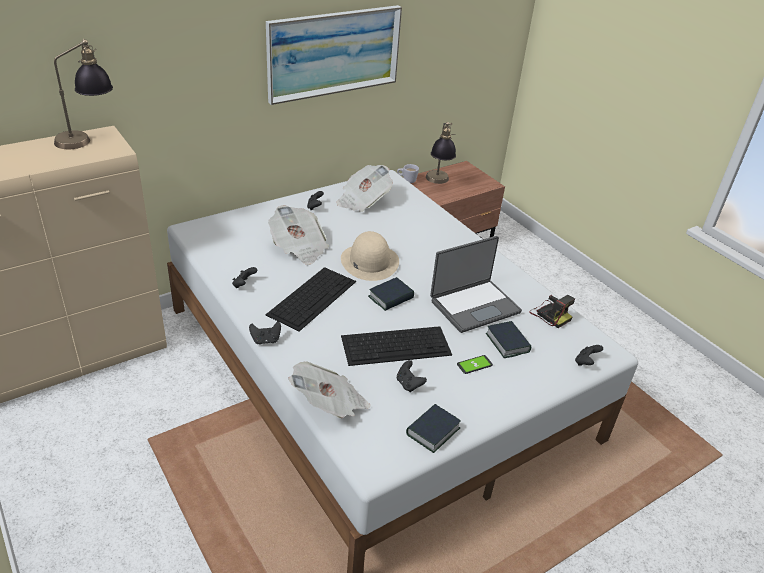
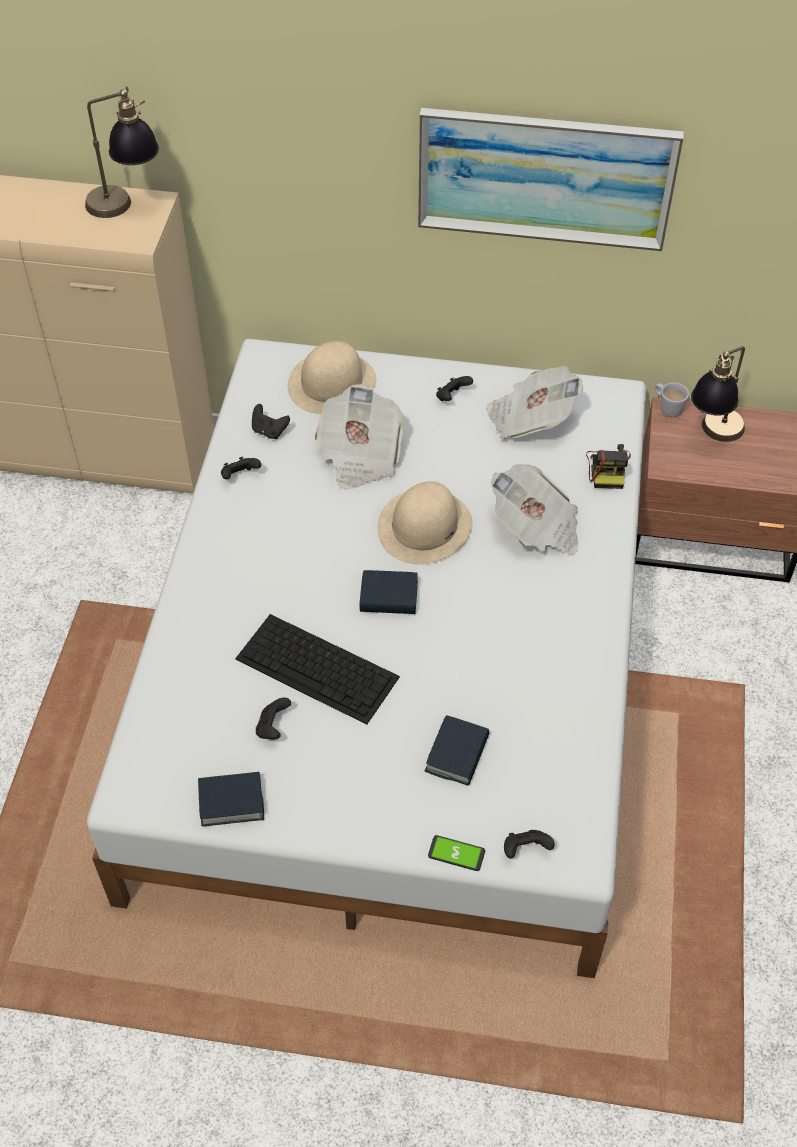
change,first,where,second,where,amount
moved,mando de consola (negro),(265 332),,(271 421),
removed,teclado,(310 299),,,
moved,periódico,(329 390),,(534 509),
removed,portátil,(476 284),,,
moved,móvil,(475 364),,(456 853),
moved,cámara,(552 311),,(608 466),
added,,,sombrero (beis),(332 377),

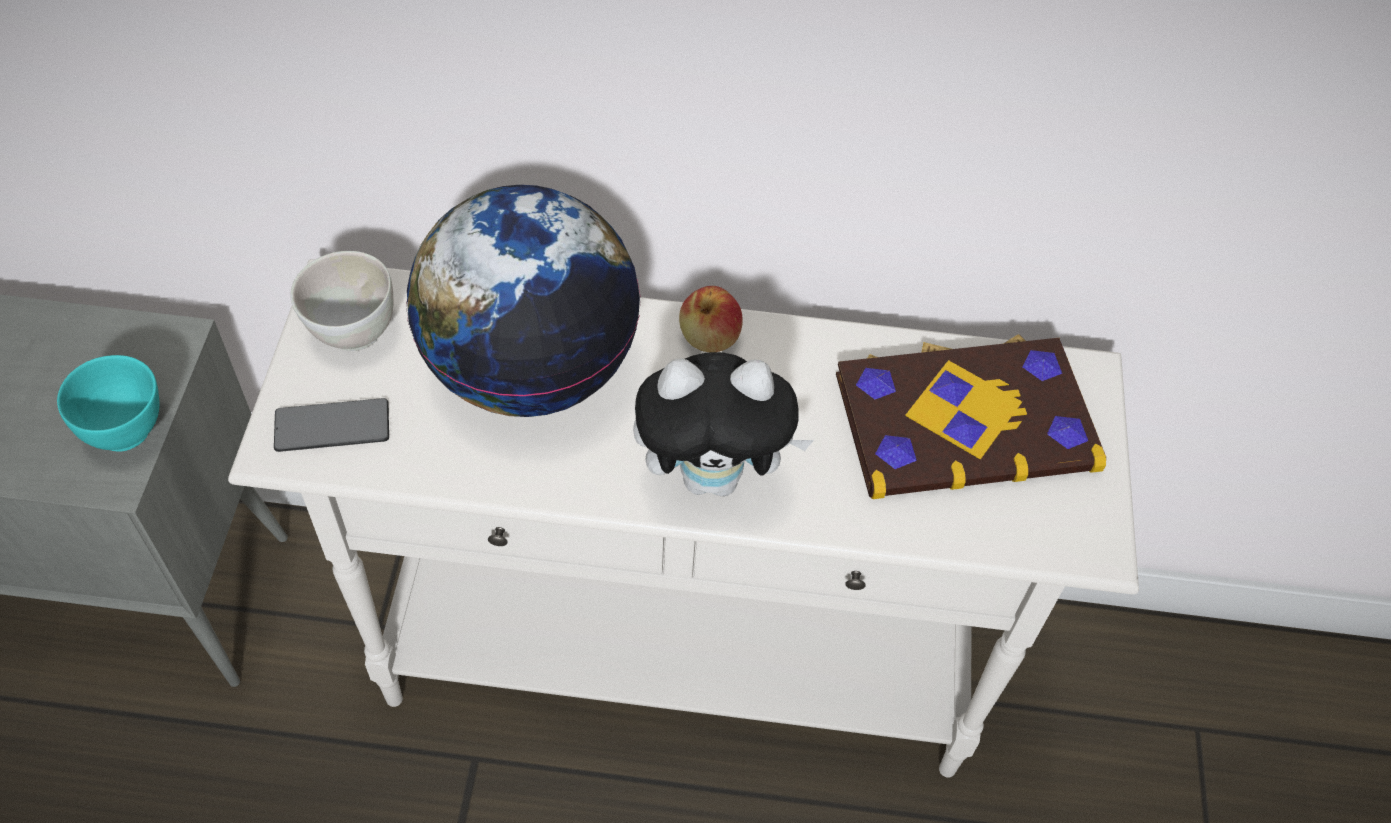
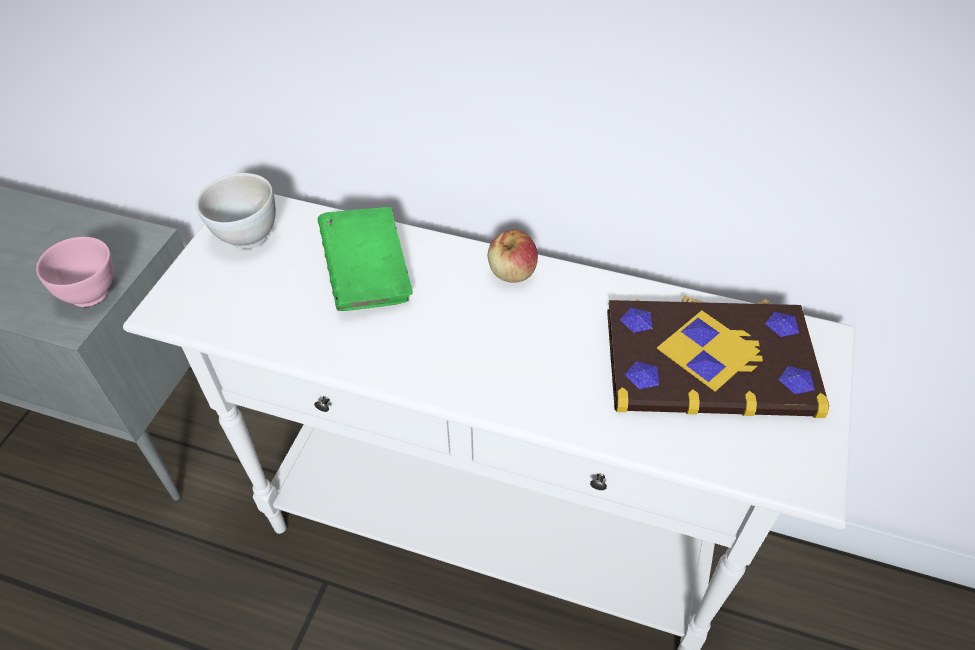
change,first,where,second,where,amount
recoloured,cuenco (turquesa),(108 403),cuenco (rosa),(75 272),
removed,móvil,(331 425),,,
replaced,globo terráqueo,(523 301),libro (verde),(365 259),
removed,peluche,(723 424),,,

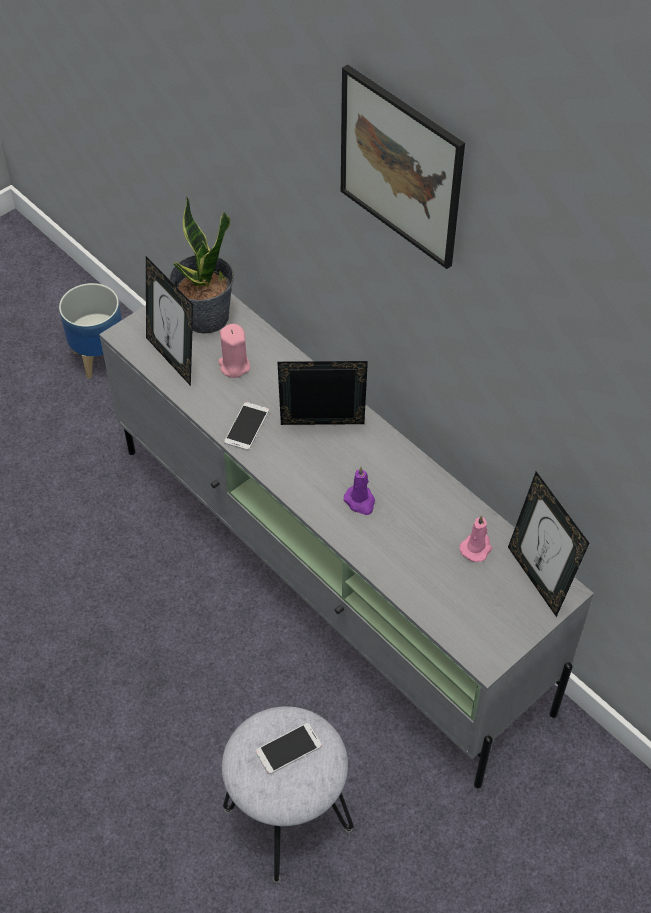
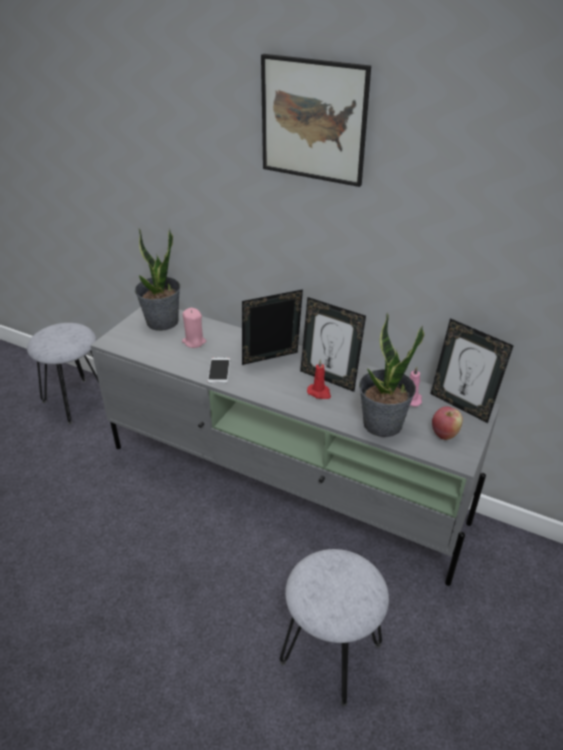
change,first,where,second,where,amount
replaced,maceta,(90 331),taburete (gris),(63 374),
moved,portarretratos,(169 321),,(333 344),
removed,móvil,(289 748),,,
recoloured,vela (morado),(359 491),vela (rojo),(319 379),
added,,,planta en maceta,(392 375),
added,,,manzana,(447 423),

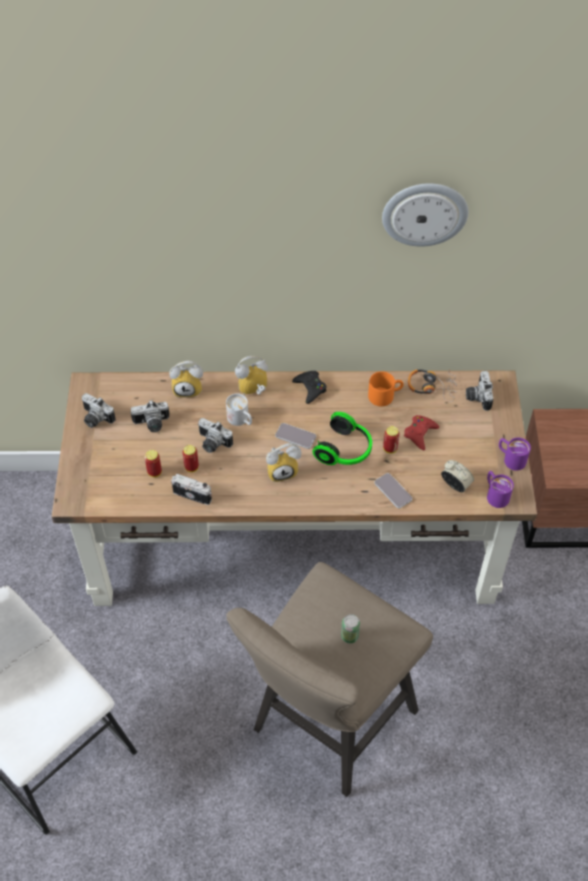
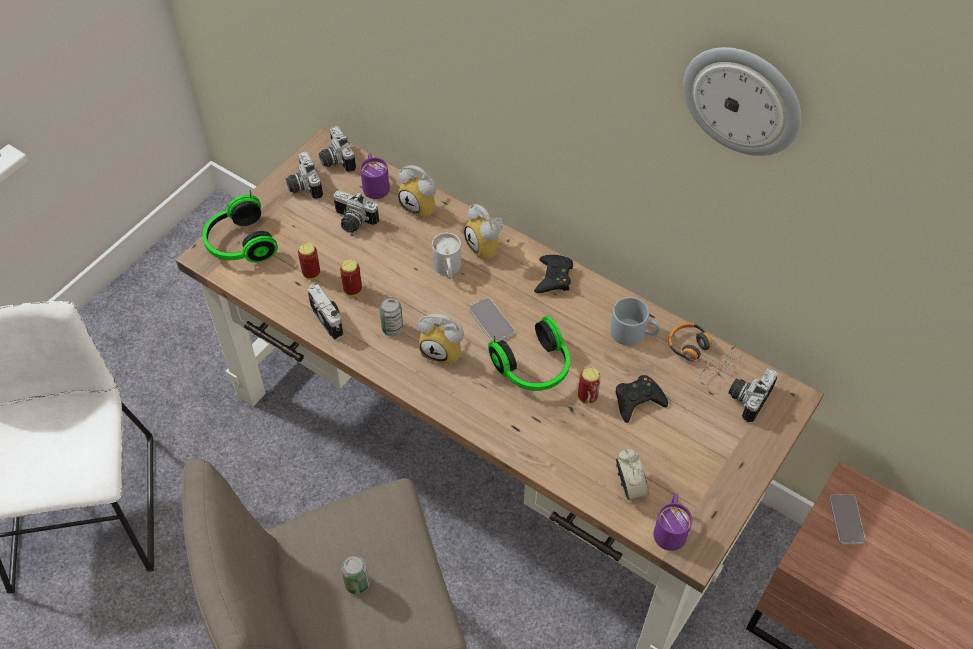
change,first,where,second,where,amount
moved,cámara,(215 435),,(337 149),
turned,despertador,(251 376),,(484 232),135 degrees counterclockwise
recoloured,taza grande (naranja),(386 388),taza grande (gris),(635 321),
moved,móvil,(393 490),,(847 519),
recoloured,mando de consola (rojo),(421 432),mando de consola (negro),(642 399),
moved,taza grande (morado),(515 454),,(375 176),
added,,,auriculares,(240 226),
added,,,lata,(391 316),

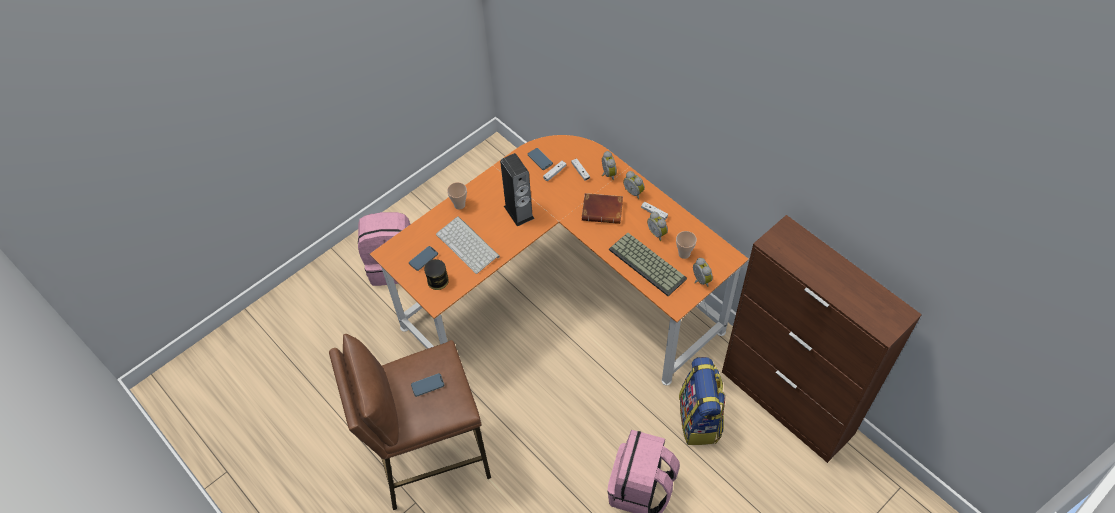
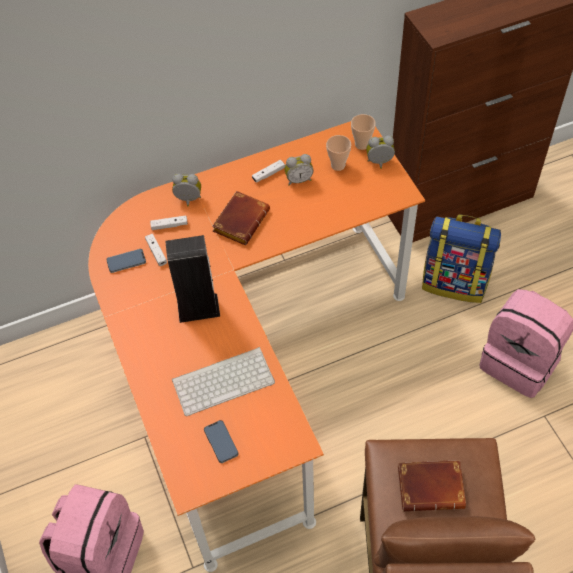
change,first,where,second,where,amount
replaced,móvil,(427 385),libro (marrón),(432 485),
removed,lata,(436 274),,,
moved,taza,(457 196),,(363 132),
removed,teclado,(648 264),,,
removed,despertador,(634 185),,,

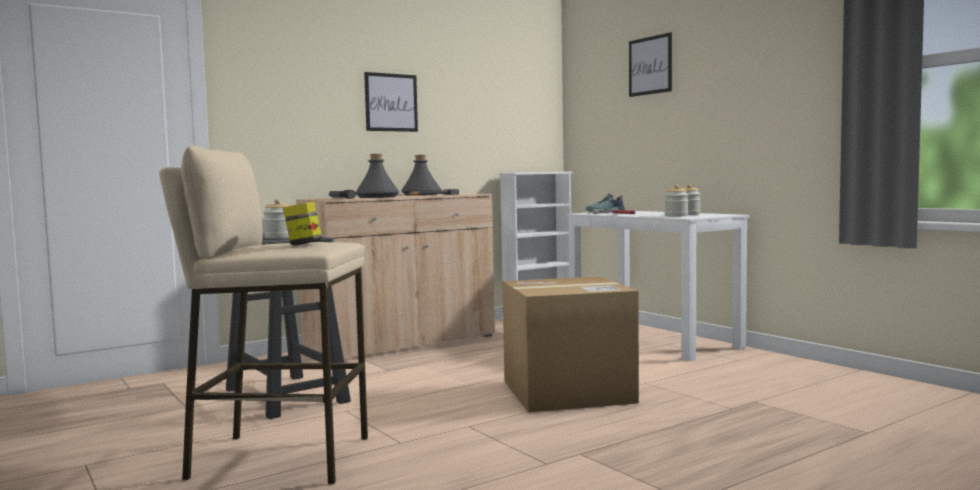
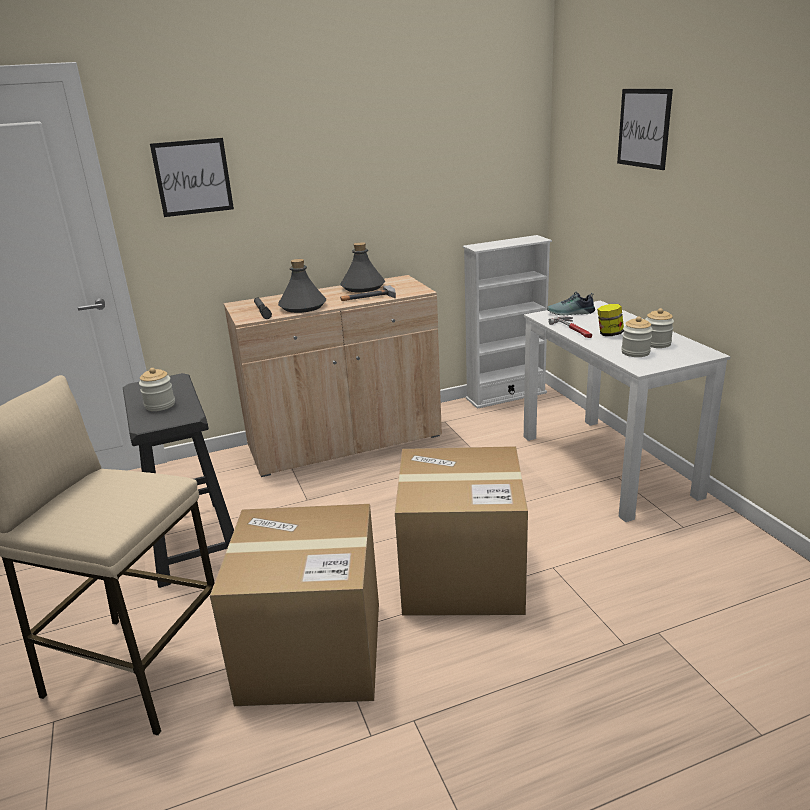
change,first,where,second,where,amount
moved,tarro,(302 223),,(610 320),
moved,cuadro,(391 102),,(192 177),
added,,,caja de cartón,(294 605),

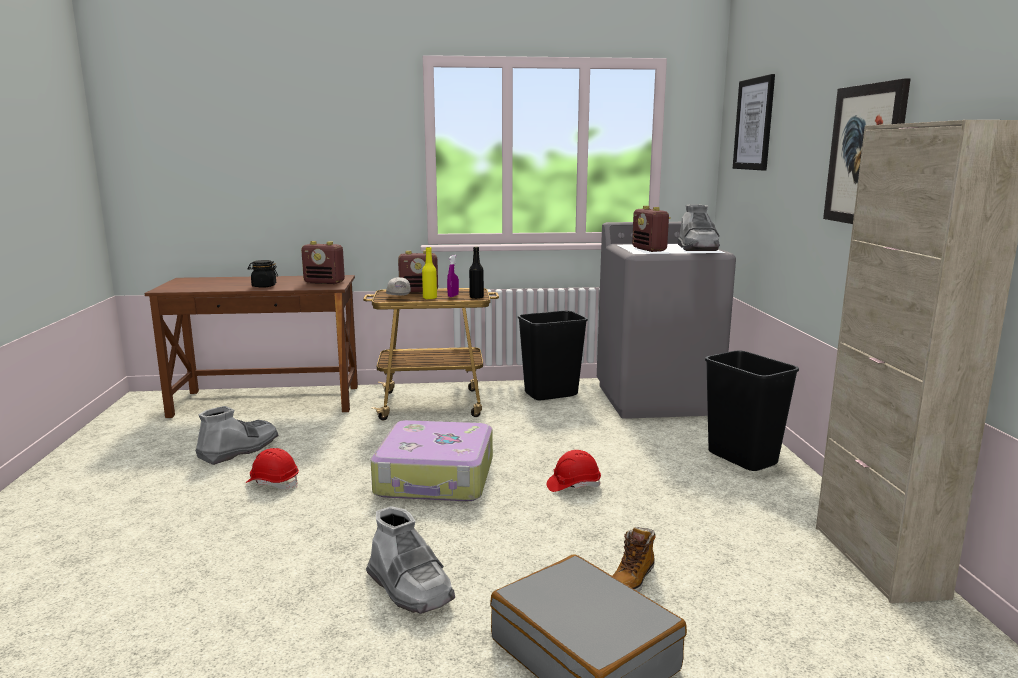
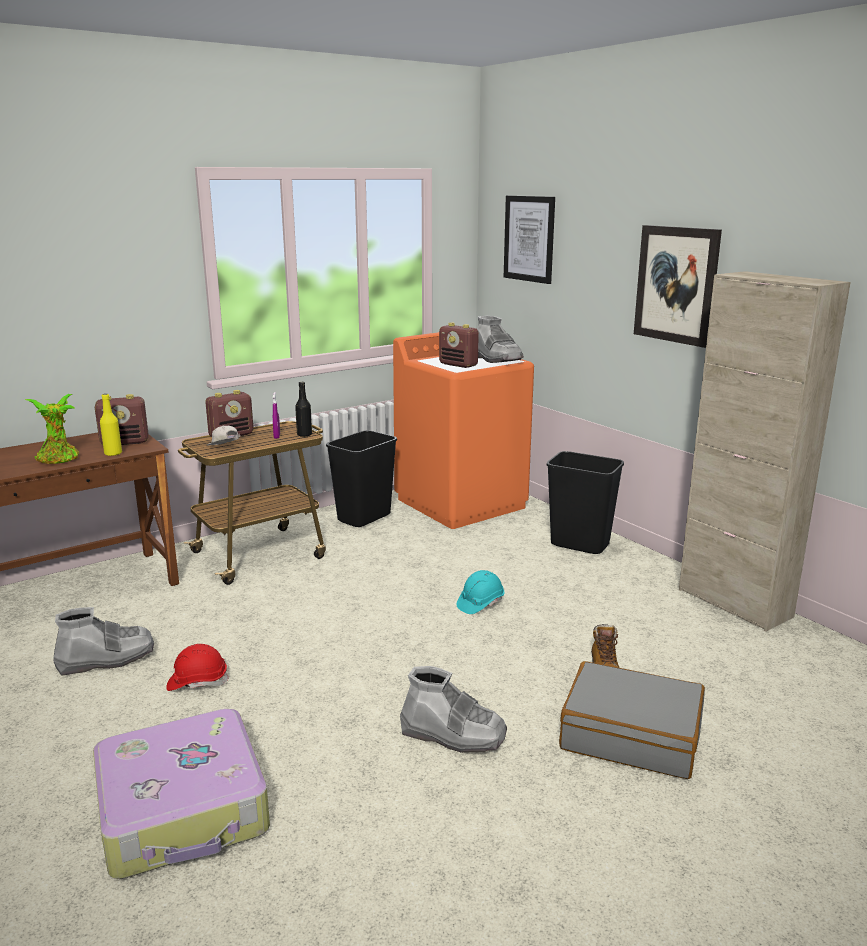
change,first,where,second,where,amount
turned,bota (gris),(237 435),,(103 641),60 degrees clockwise
replaced,tarro (negro),(262 274),planta en maceta,(52 429),
moved,maleta,(432 460),,(181 794),
moved,botella (amarillo),(429 273),,(111 425),
recoloured,casco (rojo),(574 471),casco (turquesa),(480 592),
recoloured,lavadora (gris),(666 320),lavadora (naranja),(463 430),

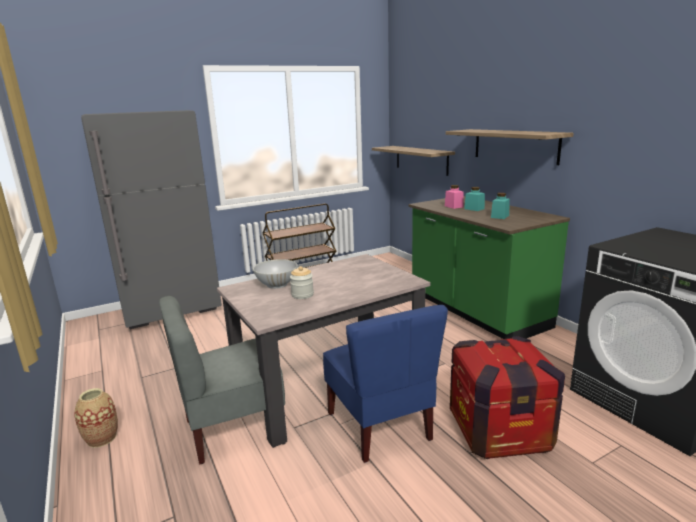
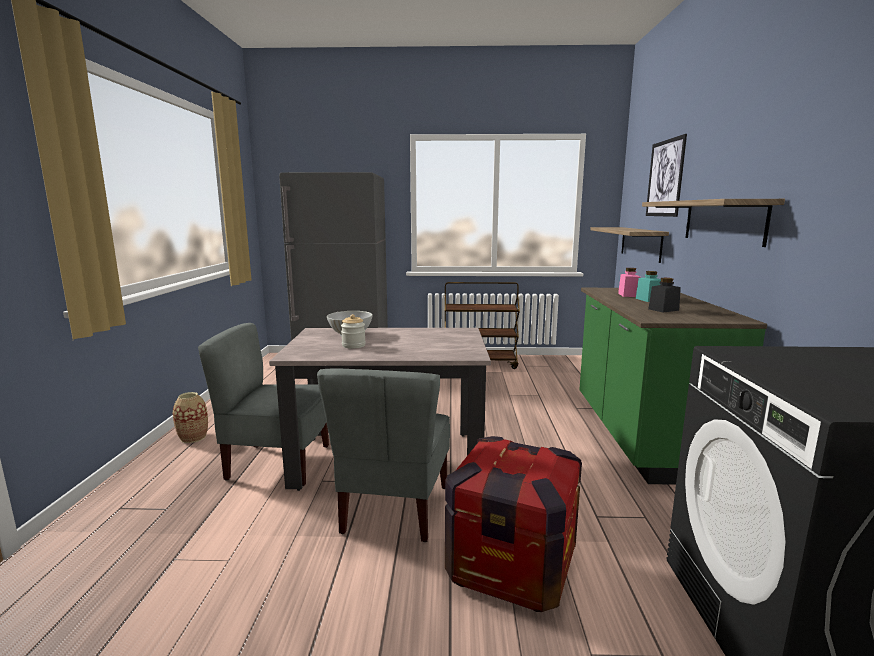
change,first,where,second,where,amount
recoloured,silla (azul),(385 384),silla (gris),(383 455),
recoloured,tarro (turquesa),(500 206),tarro (negro),(664 295),
added,,,cuadro,(666 175),

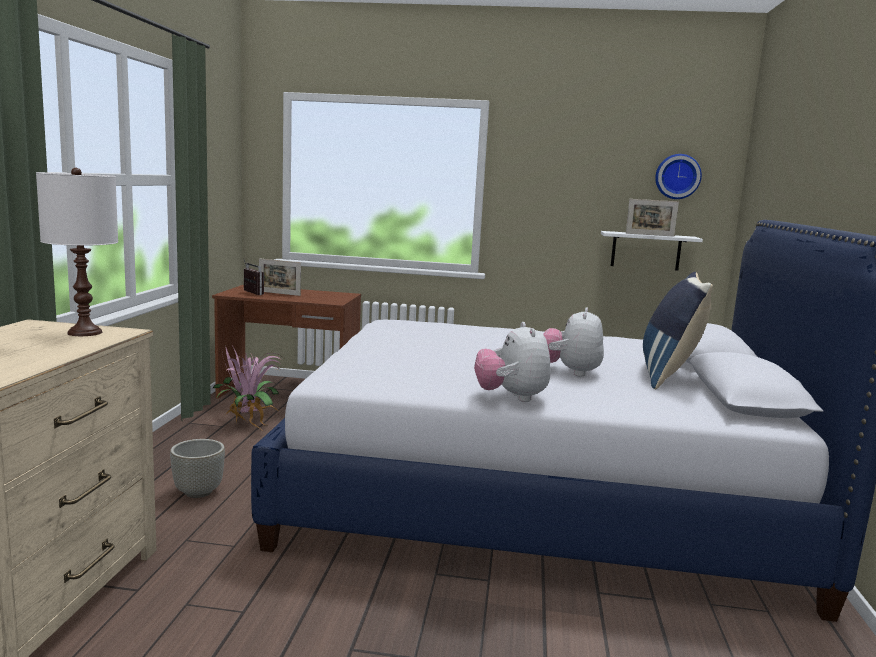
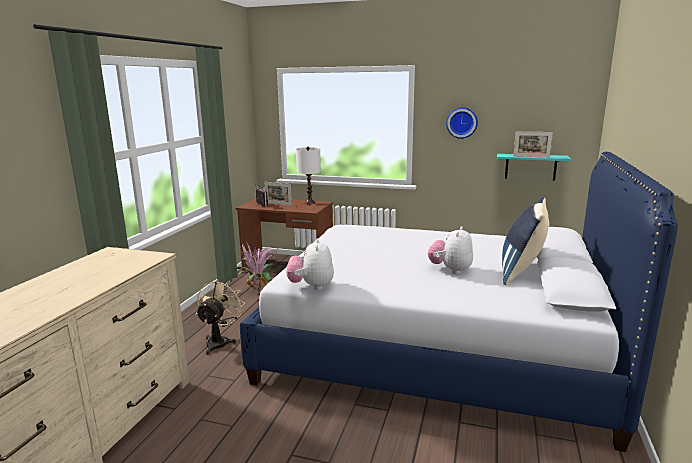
change,first,where,second,where,amount
moved,lámpara de mesa (blanco),(77 252),,(308 175),
replaced,maceta (gris),(197 468),ventilador (beis),(220 317),
moved,peluche,(512 362),,(310 264),
recoloured,estante (blanco),(652 251),estante (turquesa),(534 167),
moved,reloj de pared,(678 176),,(462 123),

